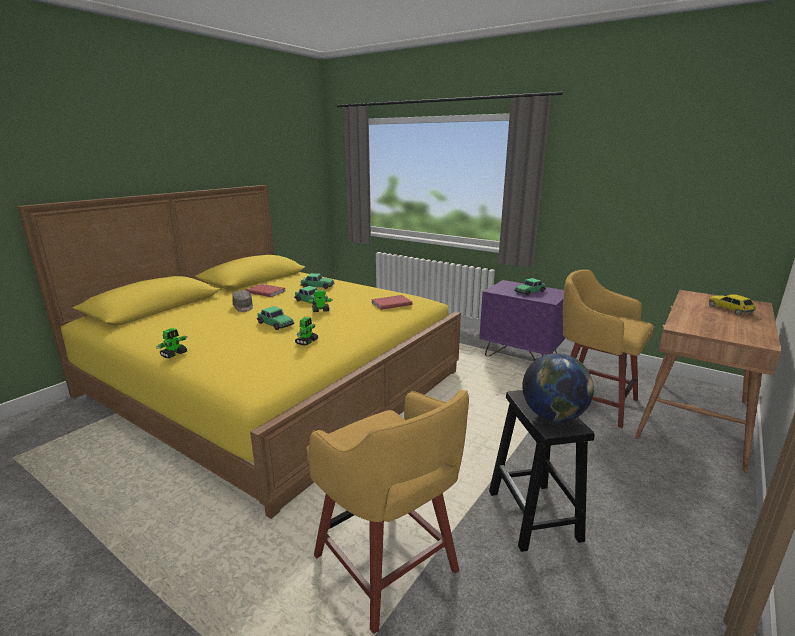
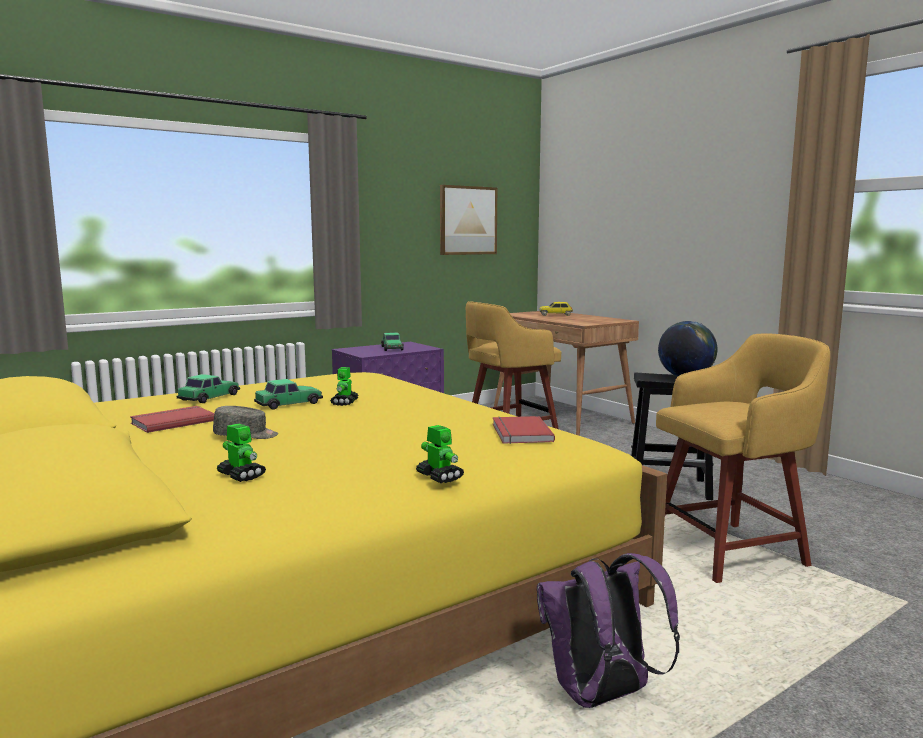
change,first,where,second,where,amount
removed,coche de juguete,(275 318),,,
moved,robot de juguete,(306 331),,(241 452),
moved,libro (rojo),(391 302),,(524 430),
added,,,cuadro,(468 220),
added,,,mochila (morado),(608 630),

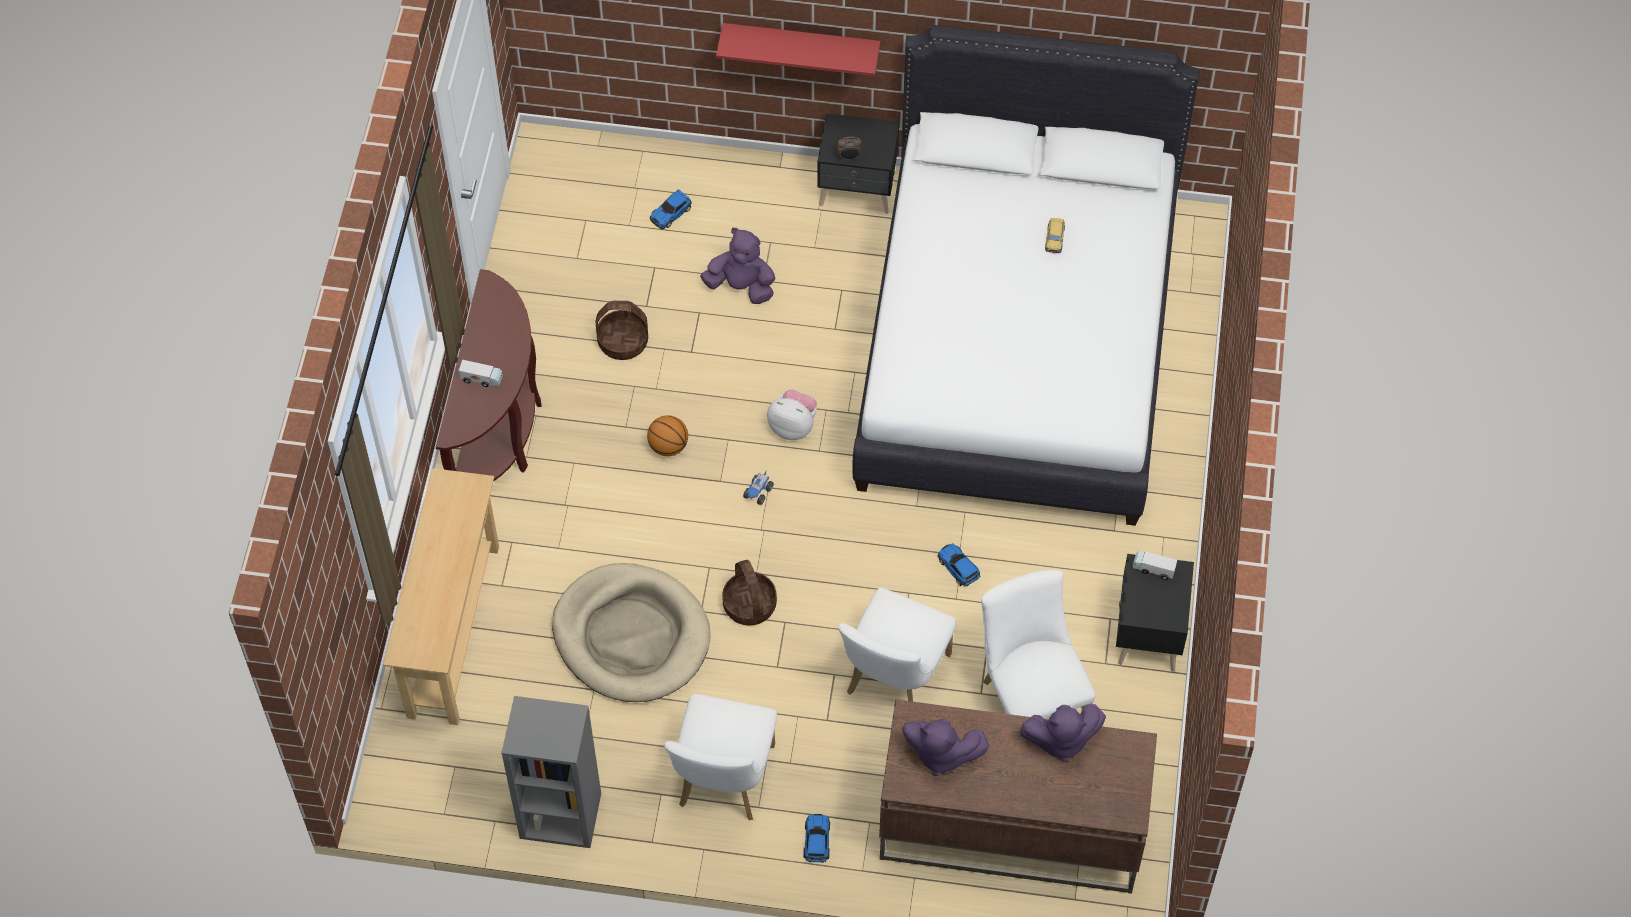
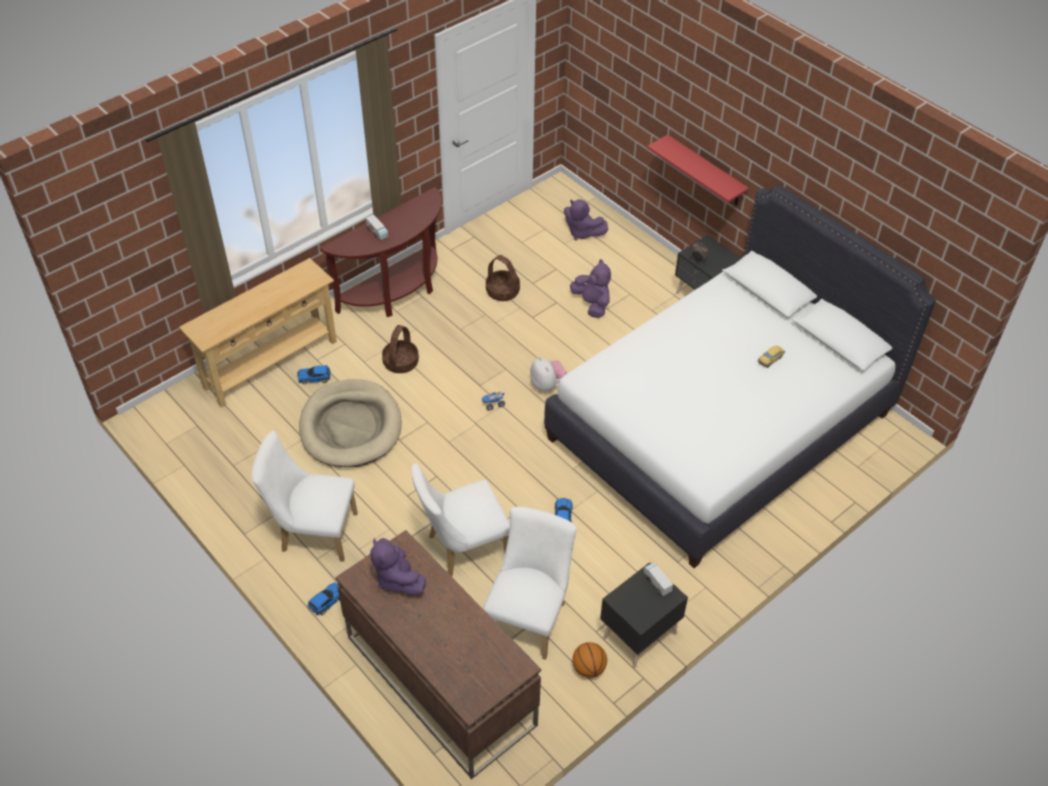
change,first,where,second,where,amount
removed,estantería (gris),(551 772),,,
moved,balón de baloncesto,(667 435),,(589 660),
moved,coche de juguete,(671 209),,(313 374),
turned,silla (blanco),(720 757),,(305 496),45 degrees clockwise
moved,cesta,(749 593),,(400 349),
moved,peluche (morado),(1063 733),,(586 219),

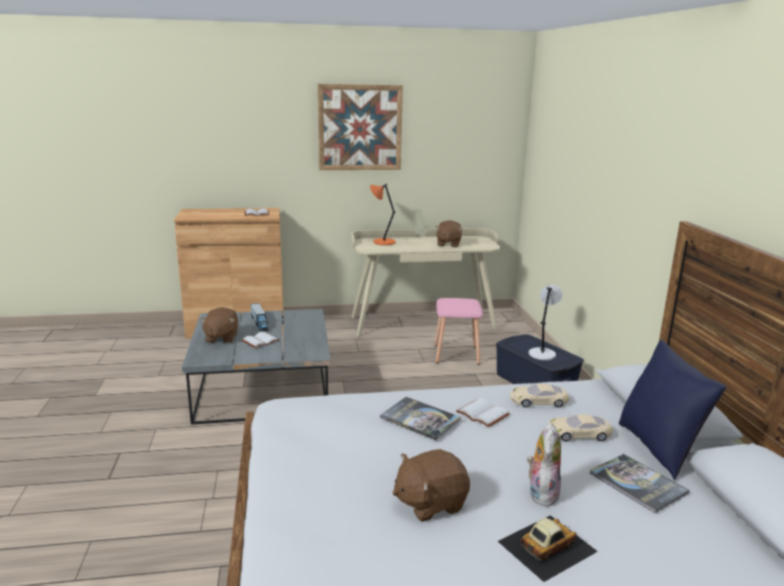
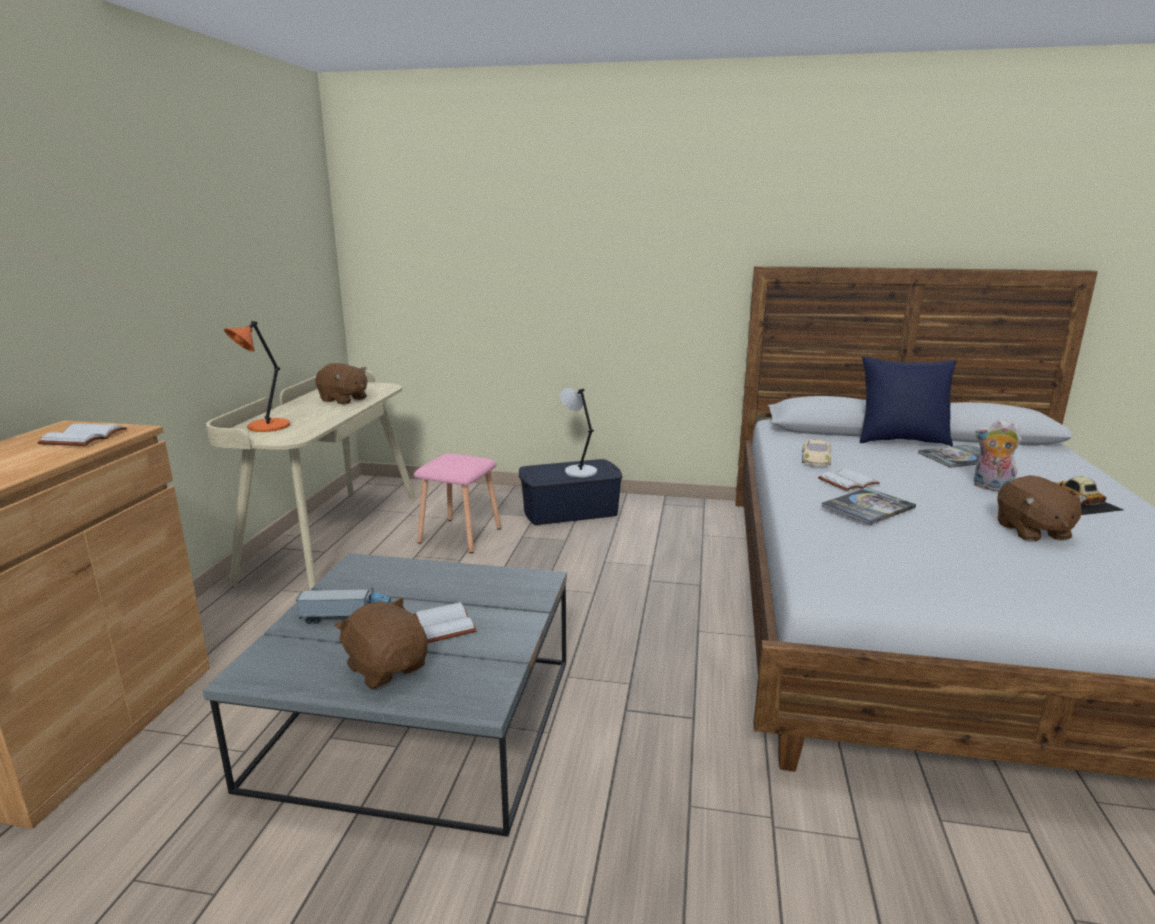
change,first,where,second,where,amount
turned,peluche (marrón),(219 325),,(381 643),150 degrees counterclockwise
removed,cuadro,(360 127),,,
removed,coche de juguete (beis),(580 427),,,

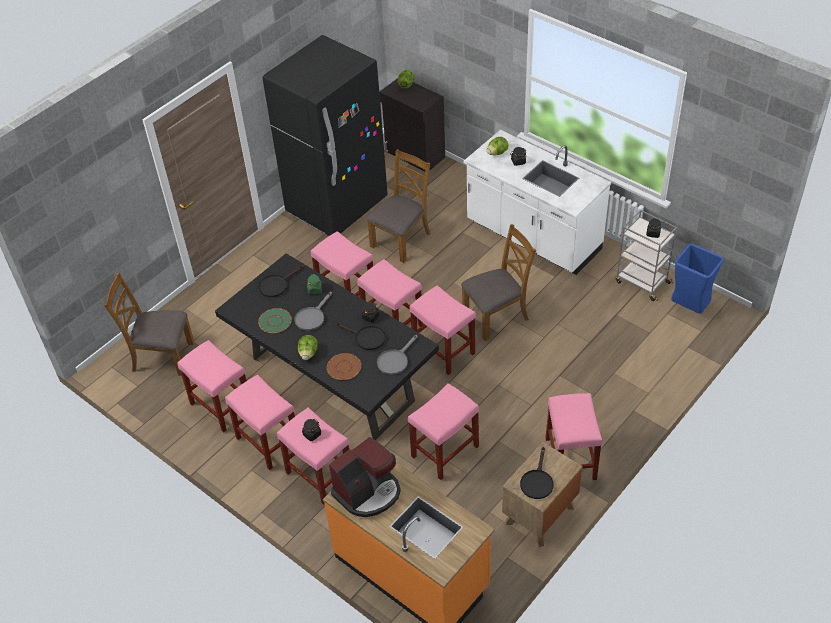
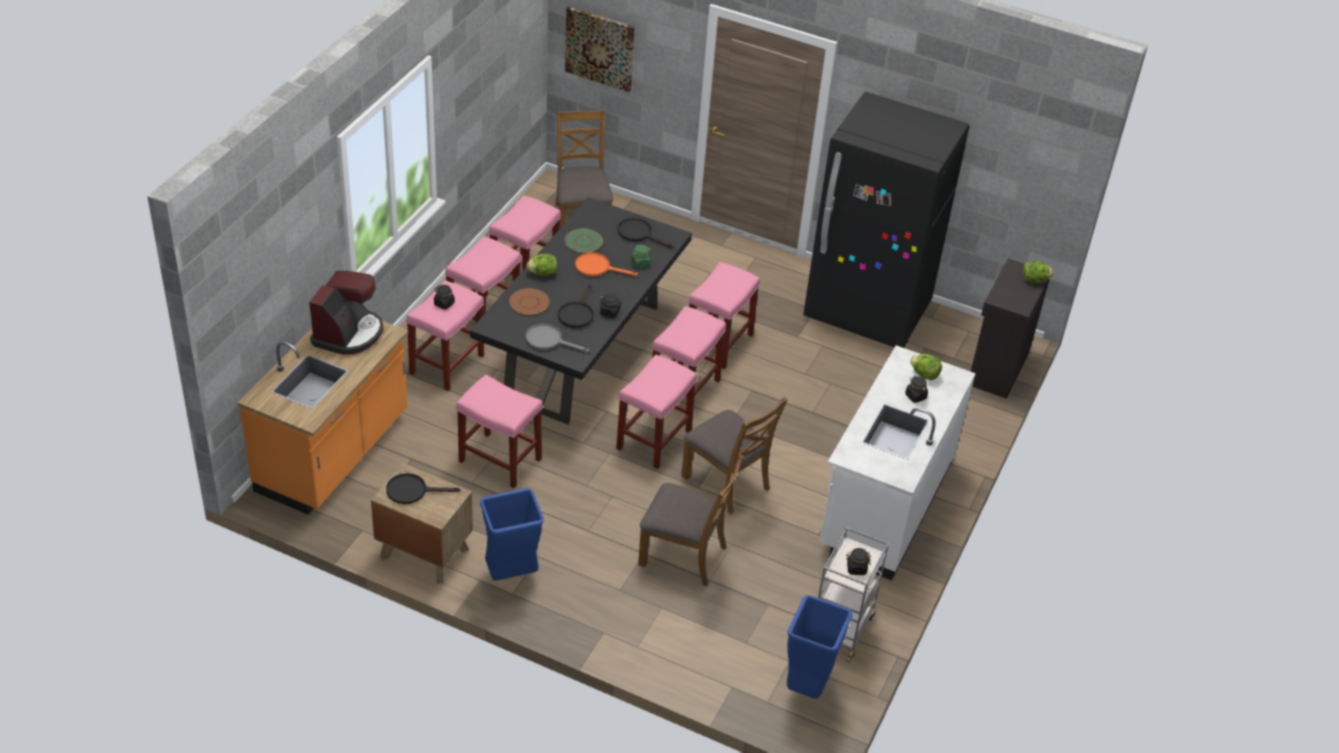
change,first,where,second,where,amount
recoloured,sartén (gris),(313 311),sartén (naranja),(606 264),
turned,cafetera,(365 477),,(346 312),105 degrees counterclockwise
moved,silla (marrón),(399 206),,(691 520),
replaced,taburete (rosa),(573 436),papelera (azul),(512 534),
added,,,cuadro,(600 49),

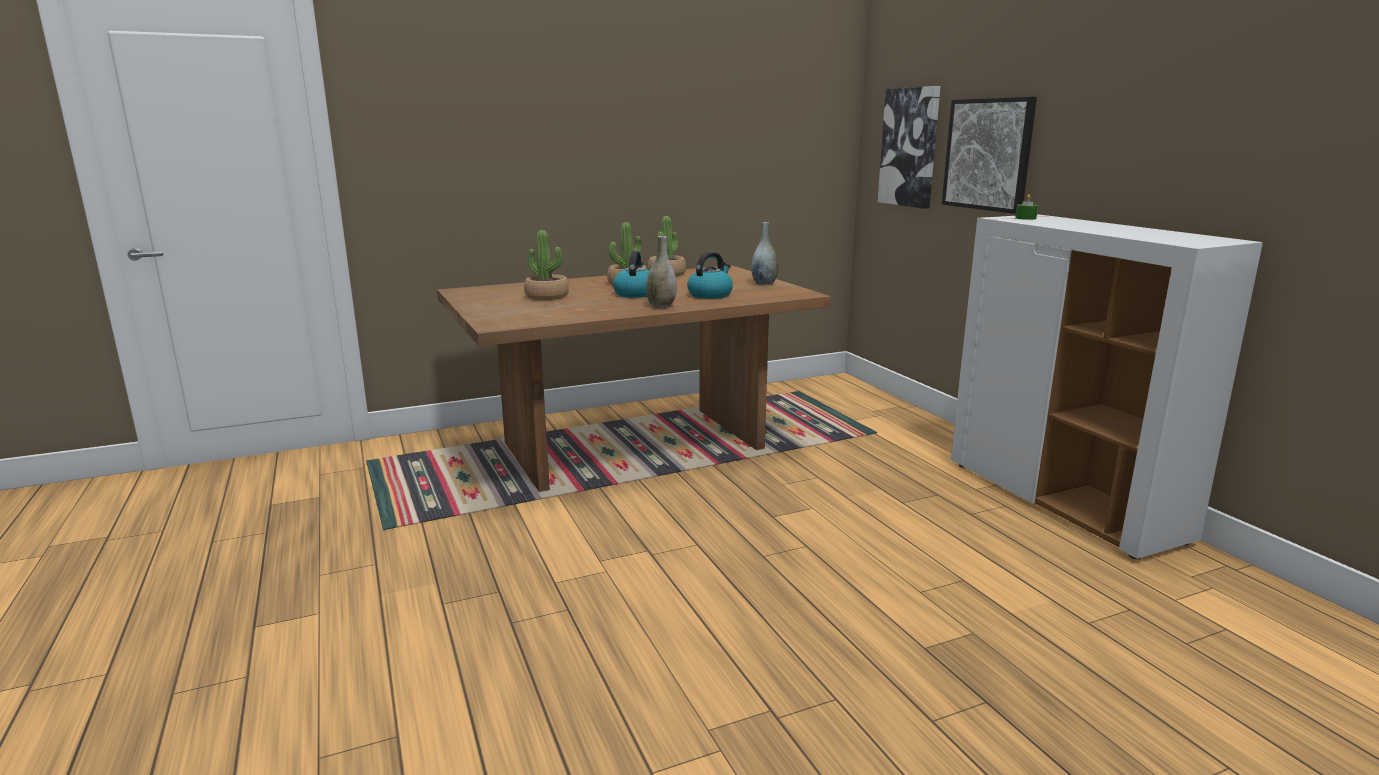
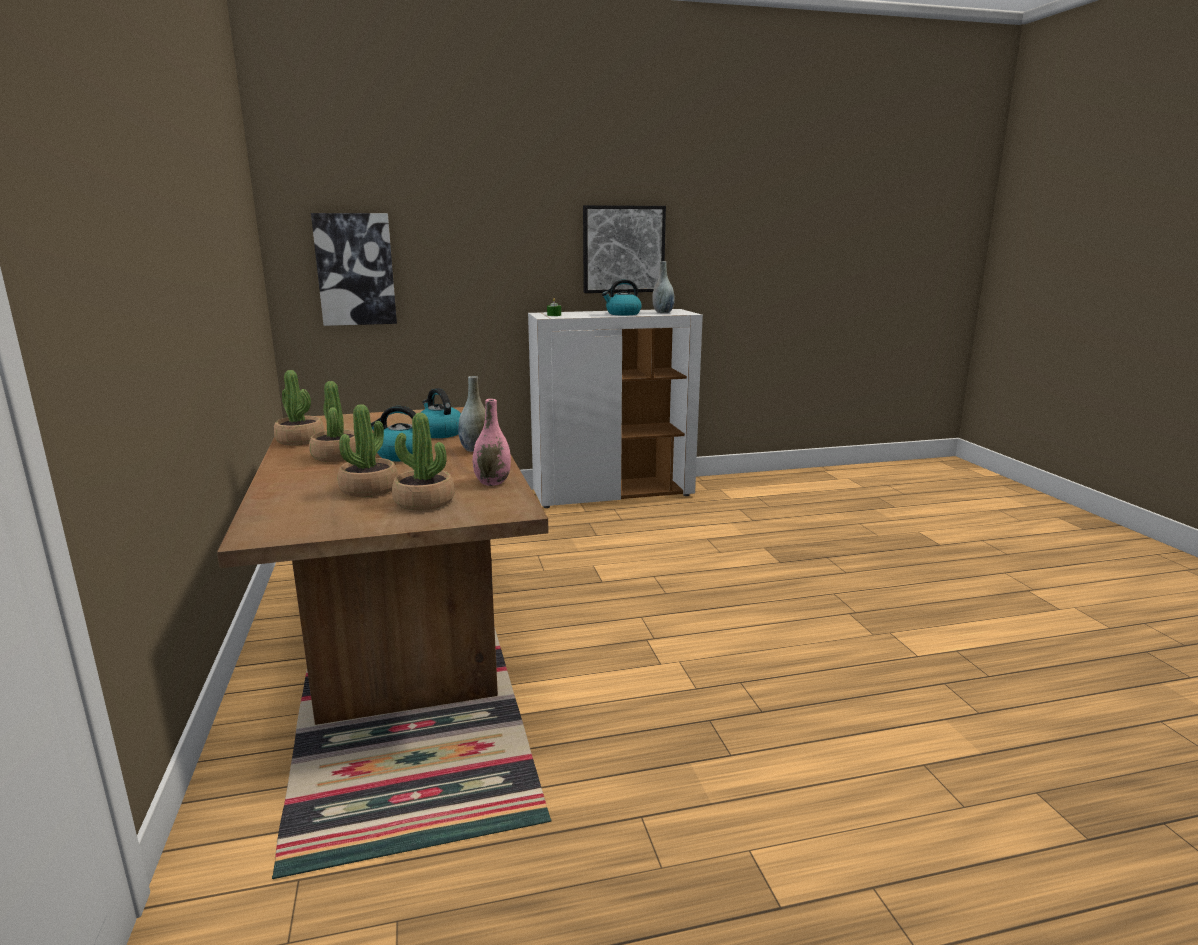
change,first,where,second,where,amount
moved,florero (gris),(764 253),,(663 287),
moved,cuadro,(989 155),,(624 249),
added,,,planta en maceta,(423 462),
added,,,florero (rosa),(492 442),
added,,,hervidor,(622 297),

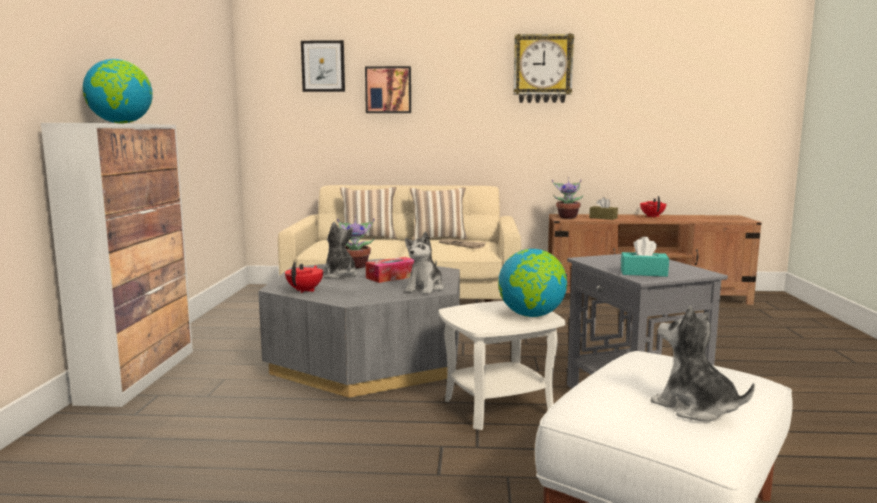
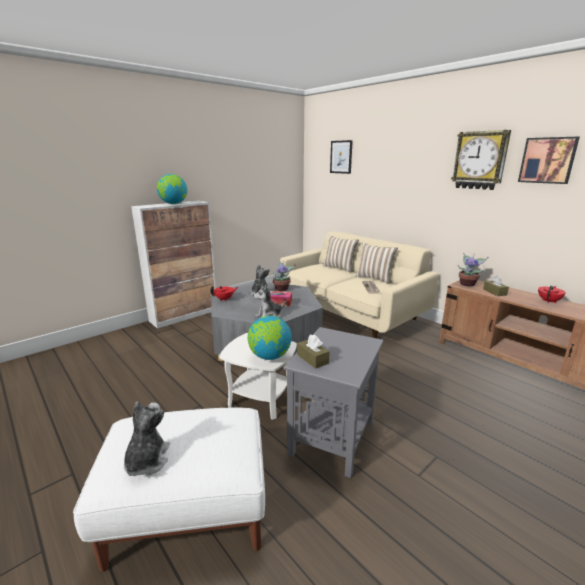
change,first,where,second,where,amount
moved,cuadro,(388 89),,(549 160),
recoloured,caja de pañuelos (turquesa),(645 257),caja de pañuelos (marrón),(313 352),

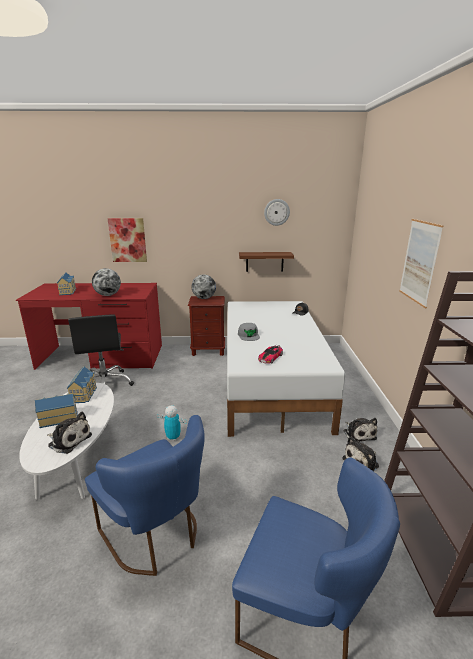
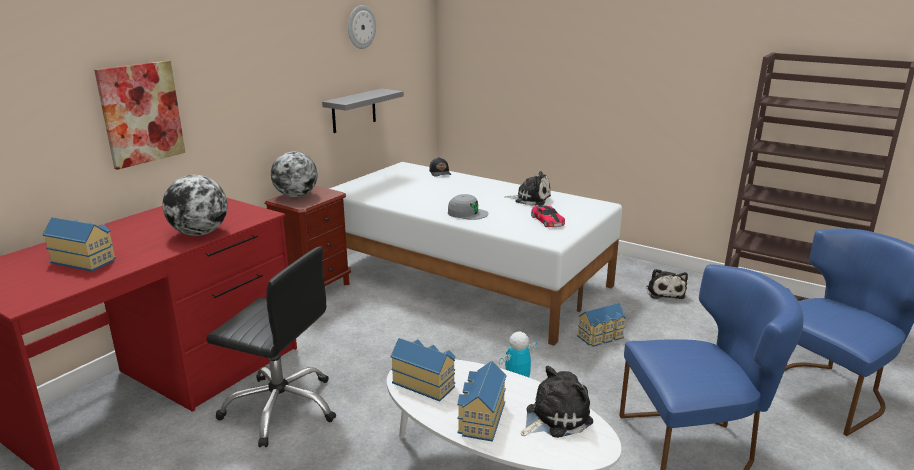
change,first,where,second,where,amount
recoloured,estante (marrón),(266 262),estante (gris),(363 110),
moved,peluche,(360 430),,(527 188),
removed,cuadro,(421 264),,,
added,,,casita,(601 325),

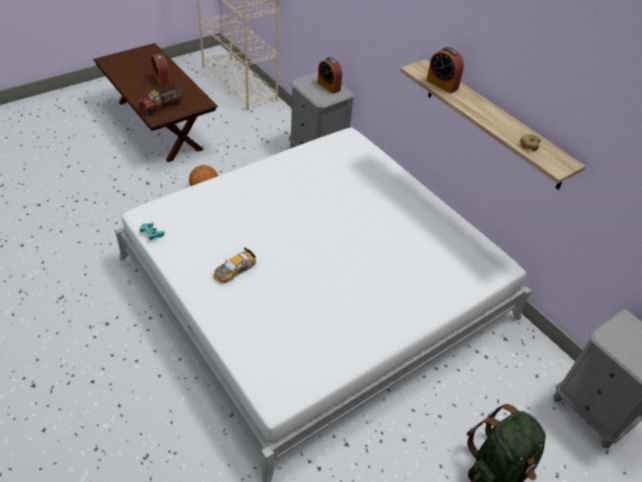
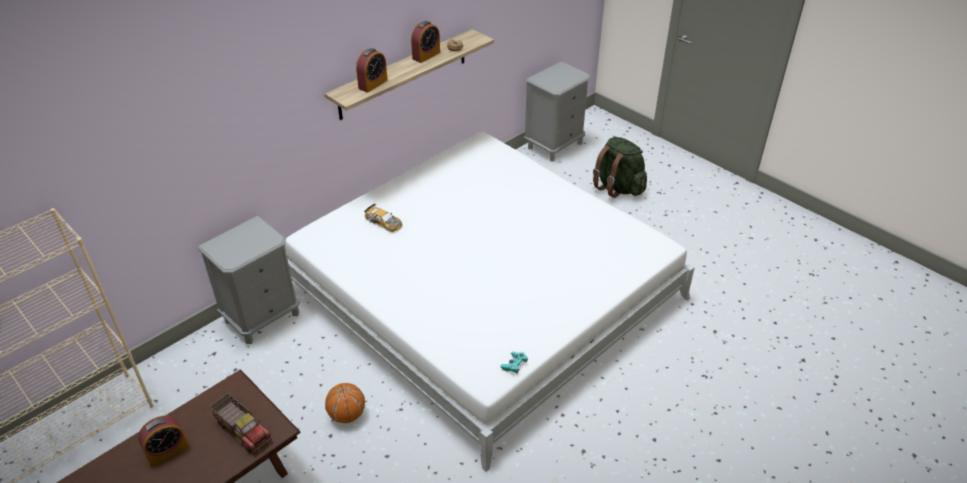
change,first,where,second,where,amount
moved,coche de juguete,(235 266),,(383 217),
moved,despertador,(329 75),,(425 42),

